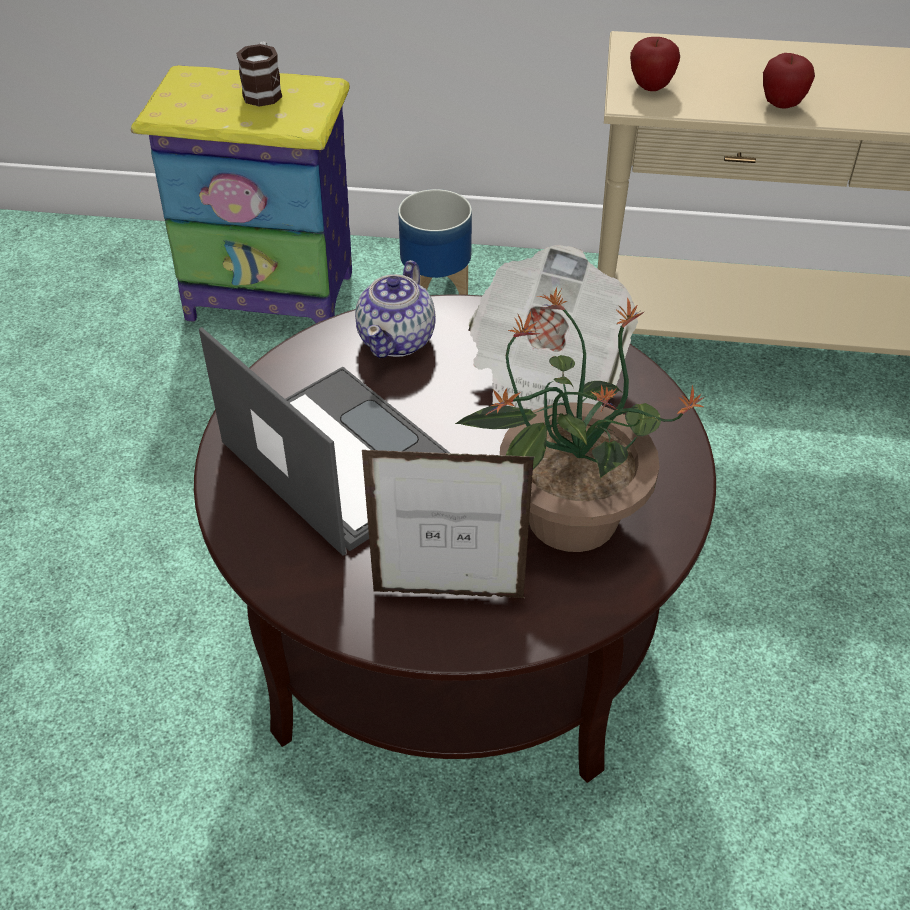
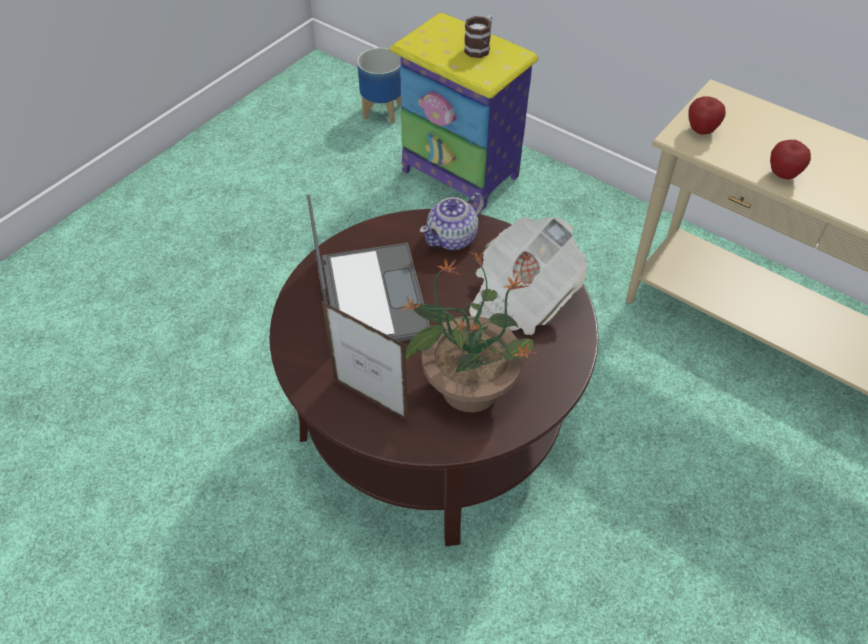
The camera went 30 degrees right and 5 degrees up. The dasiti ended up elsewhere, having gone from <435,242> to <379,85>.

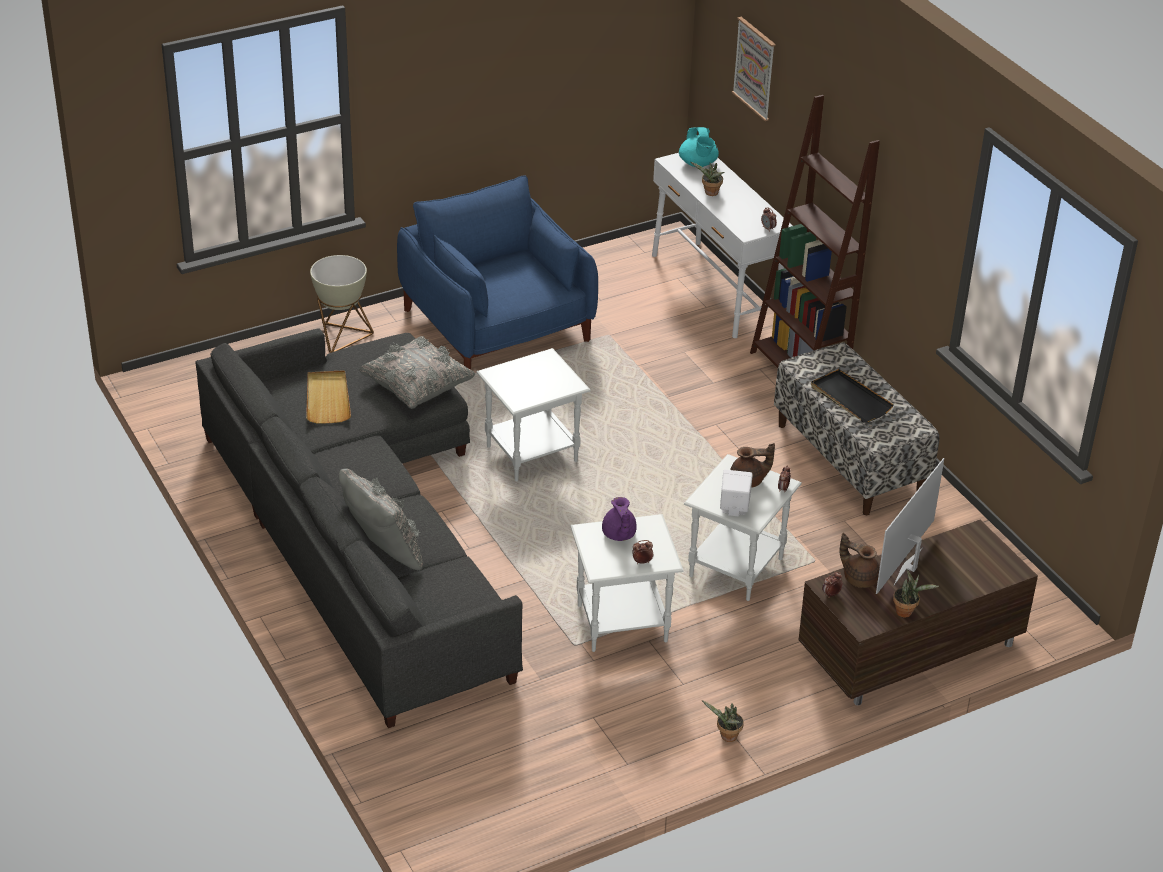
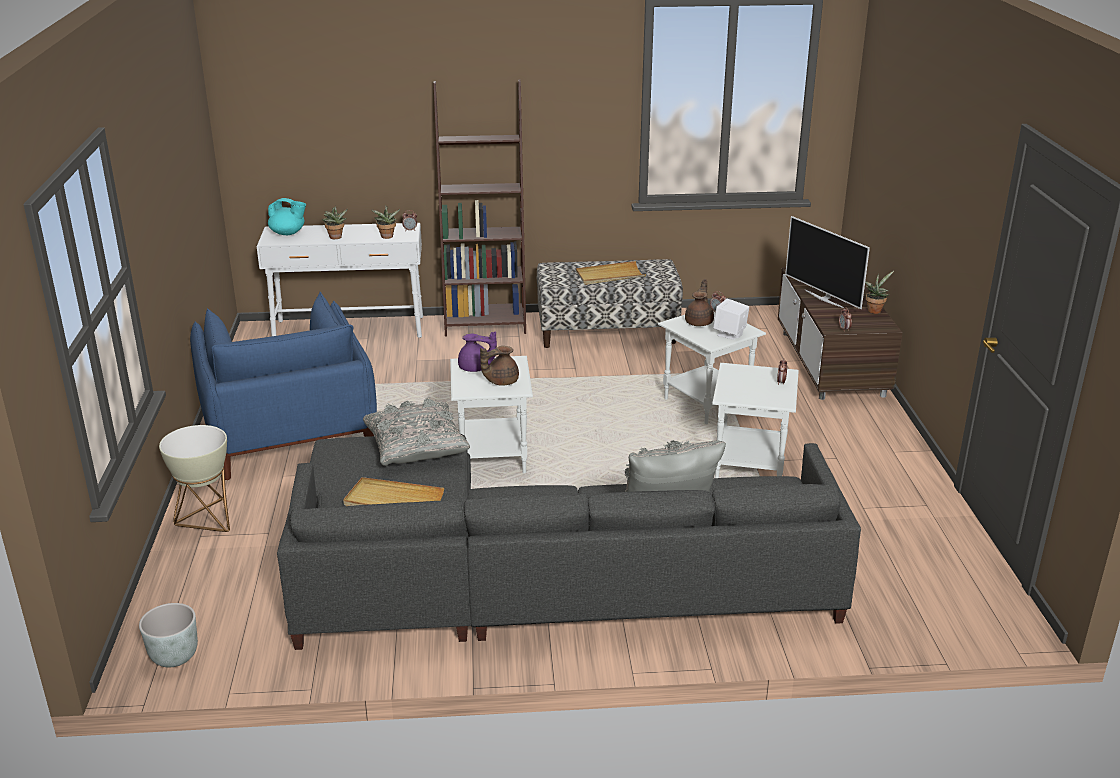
The camera went 65 degrees left and 10 degrees down. The second view lost the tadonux at <754,69>. The second view gained the dasiti (grey) at <168,635>. The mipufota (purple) ended up elsewhere, having gone from <619,519> to <477,351>. The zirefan ended up elsewhere, having gone from <723,721> to <386,222>. The mipufota (brown) ended up elsewhere, having gone from <860,560> to <499,366>. What was the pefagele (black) at <852,395> turned into the pefagele (beige) at <611,273>. The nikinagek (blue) at <497,272> ended up facing another way, 105 degrees counterclockwise from before.

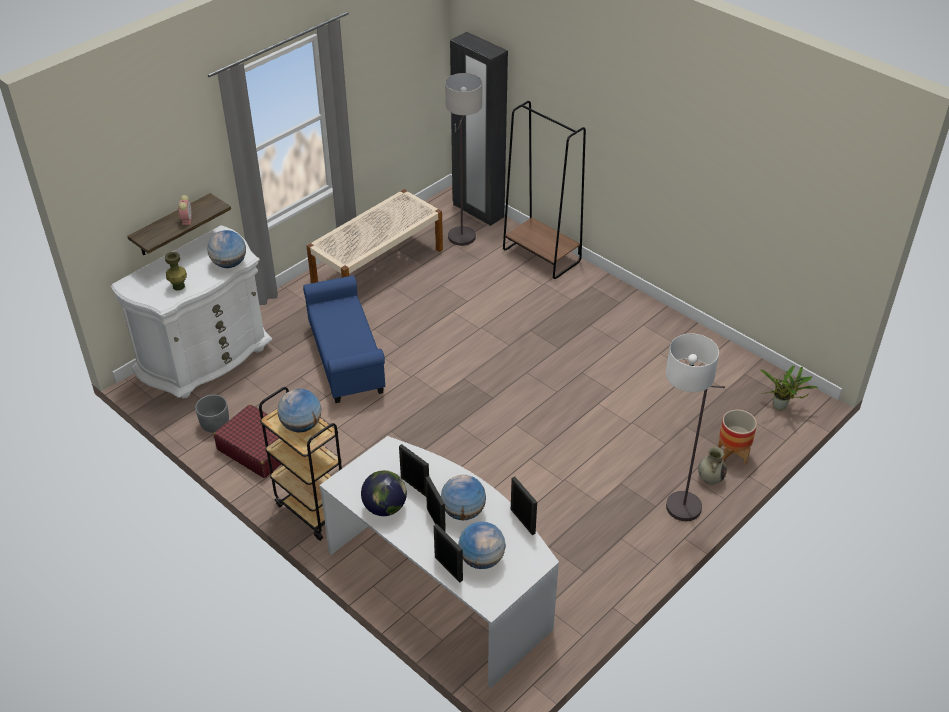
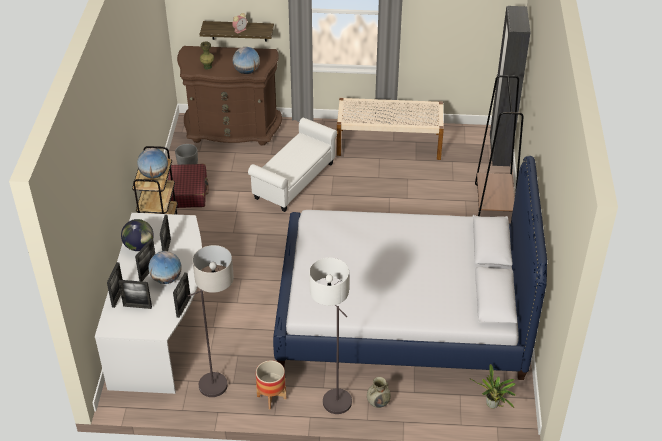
The camera went 50 degrees right and 0 degrees up. The second view gained the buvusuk at <410,268>. The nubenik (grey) ended up elsewhere, having gone from <463,159> to <211,321>. The dasiti ended up elsewhere, having gone from <737,437> to <271,385>. Where the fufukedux stood at <482,545>, the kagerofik came to stand at <135,294>. What was the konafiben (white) at <191,312> turned into the konafiben (brown) at <229,96>. What was the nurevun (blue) at <344,339> turned into the nurevun (white) at <292,165>.

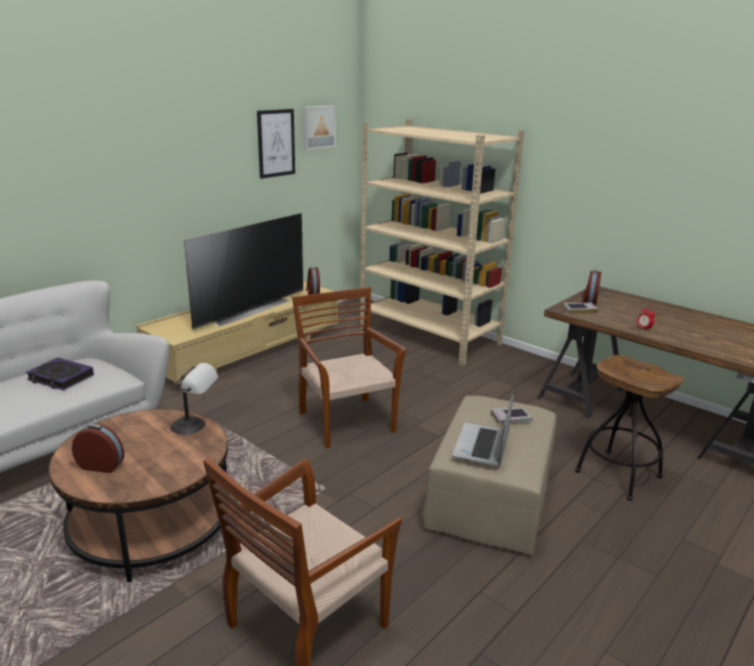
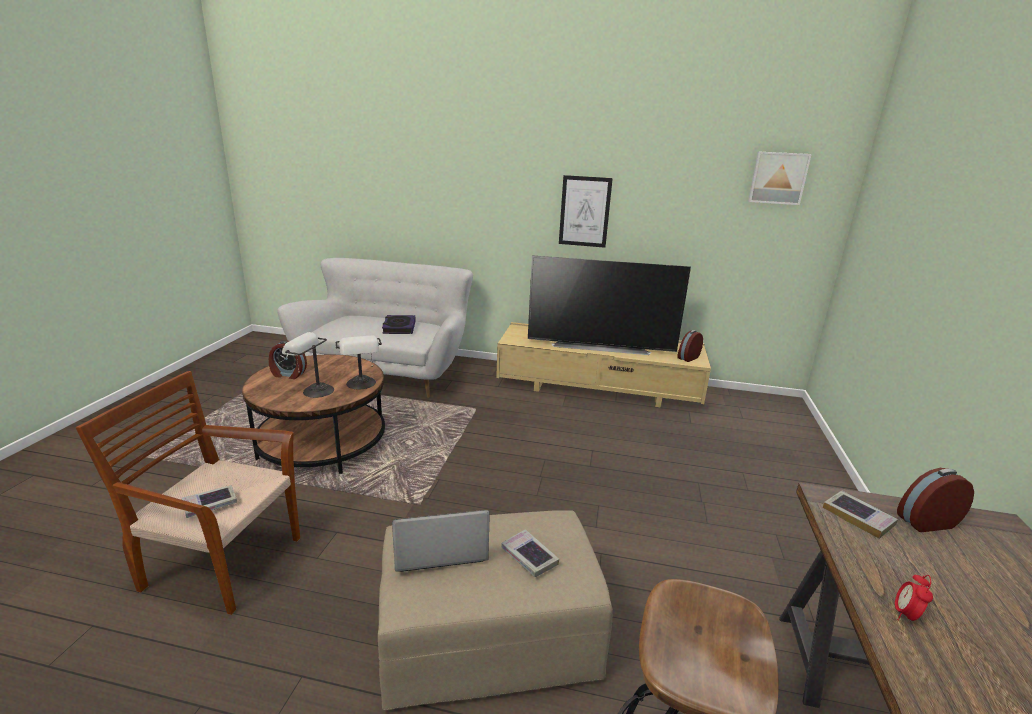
The camera went 60 degrees right and 0 degrees up. The second view lost the nikinagek (brown) at <349,367>. The second view lost the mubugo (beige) at <442,242>. The second view gained the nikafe at <209,501>. The second view gained the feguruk at <308,365>. The tadonux ended up elsewhere, having gone from <276,144> to <586,211>. The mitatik at <98,448> ended up facing another way, 120 degrees clockwise from before.

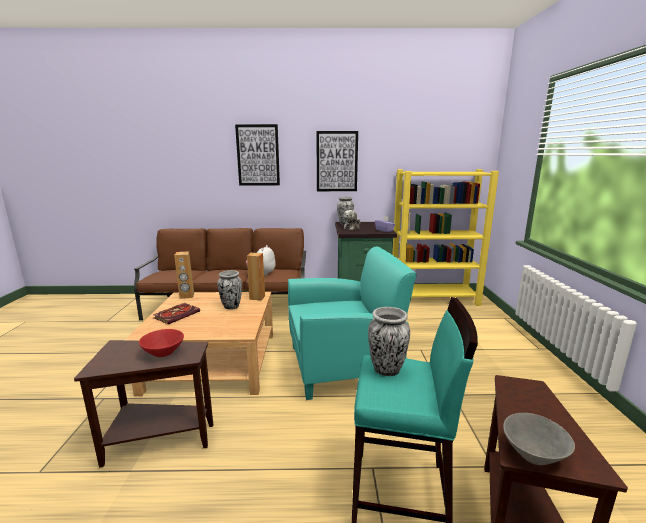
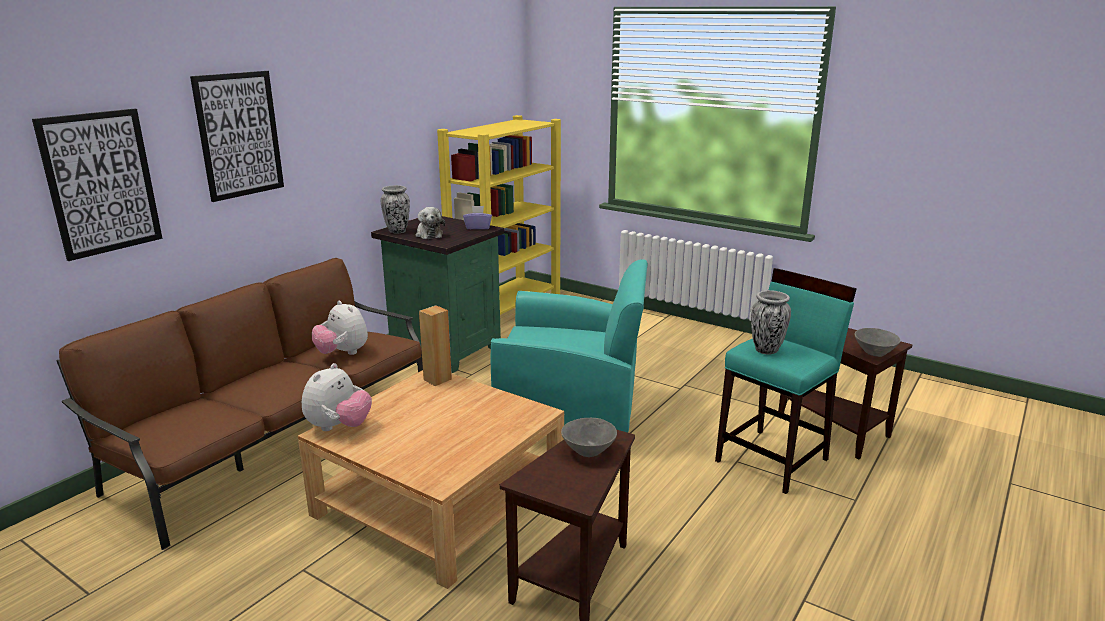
The camera went 55 degrees left and 5 degrees up. The second view lost the nikafe at <176,313>. The second view lost the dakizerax at <229,290>. The tadonux ended up elsewhere, having gone from <337,161> to <97,184>. Where the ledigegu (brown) stood at <184,275>, the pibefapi came to stand at <337,397>. What was the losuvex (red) at <161,343> turned into the losuvex (grey) at <589,437>. The nikinagek (turquoise) at <352,323> ended up facing another way, 75 degrees clockwise from before.

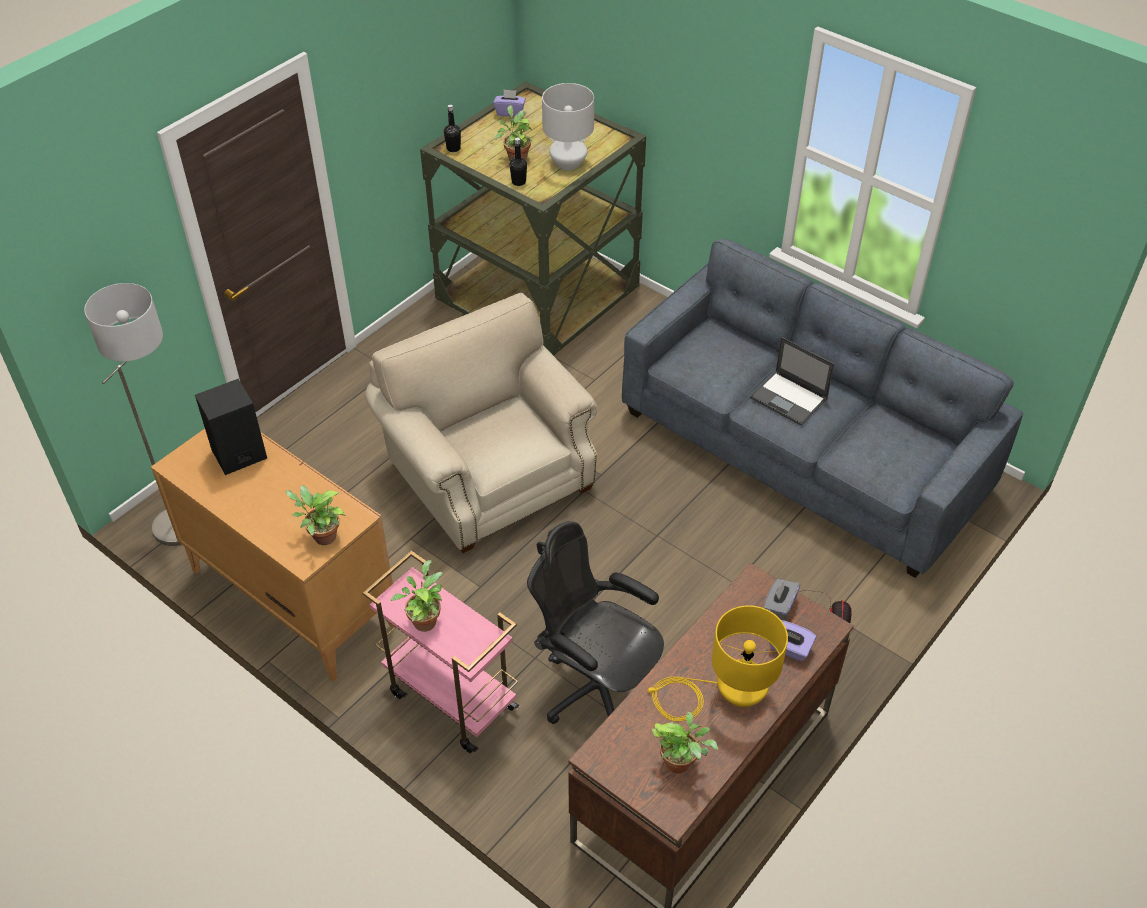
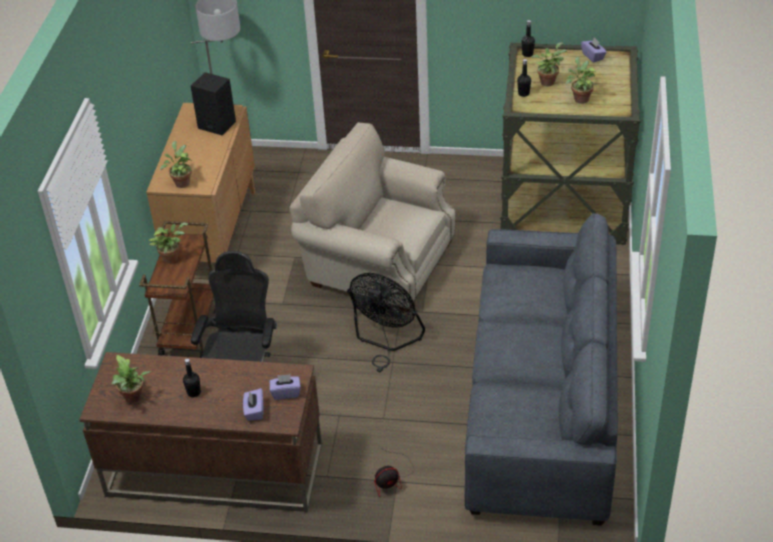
The camera went 60 degrees right and 5 degrees down. The second view lost the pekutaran at <792,381>. The second view gained the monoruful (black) at <386,323>. Where the feguruk (white) stood at <568,126>, the zirefan came to stand at <581,80>. Where the feguruk (yellow) stood at <718,663>, the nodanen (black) came to stand at <192,377>. What was the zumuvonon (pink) at <441,652> turned into the zumuvonon (brown) at <177,289>. What was the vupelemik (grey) at <781,600> turned into the vupelemik (purple) at <285,387>. The nikinagek (beige) at <481,423> ended up facing another way, 90 degrees counterclockwise from before.

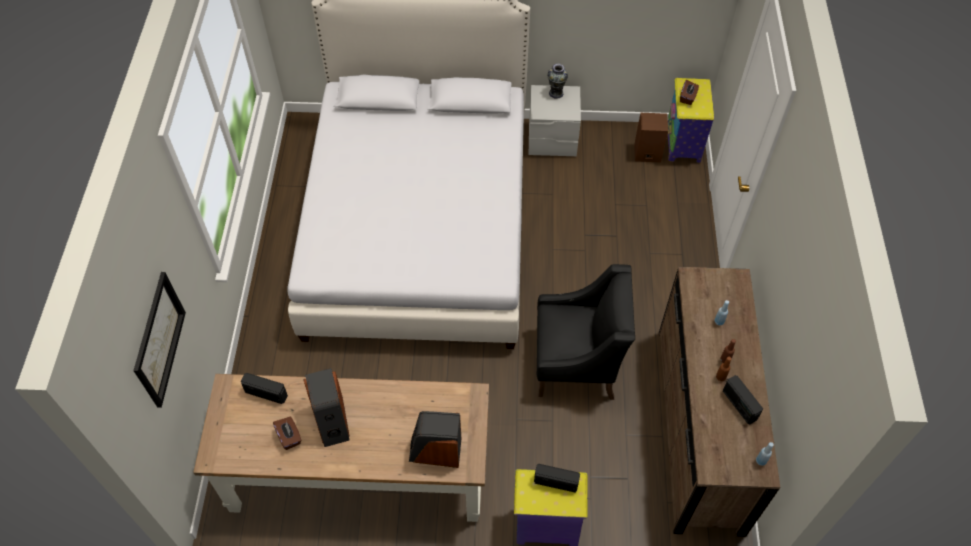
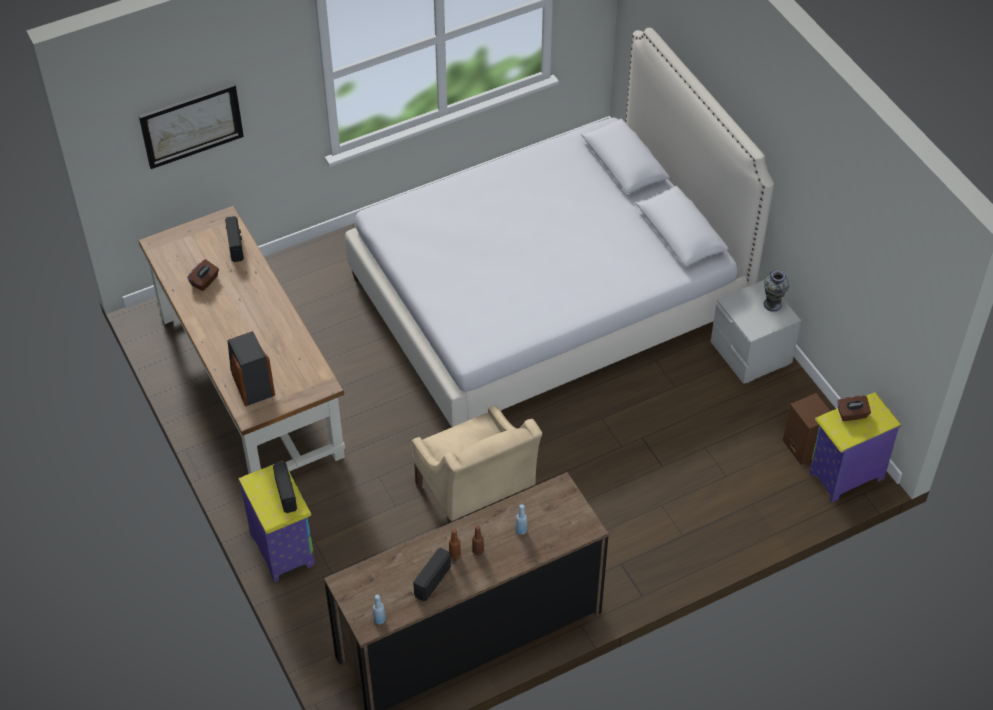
The camera went 60 degrees right and 5 degrees down. The second view lost the ledigegu at <326,407>. What was the nikinagek (black) at <586,332> turned into the nikinagek (beige) at <477,464>.

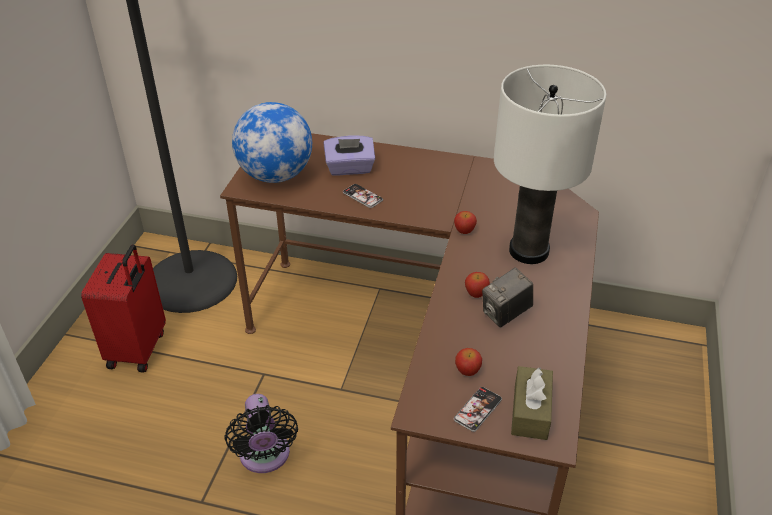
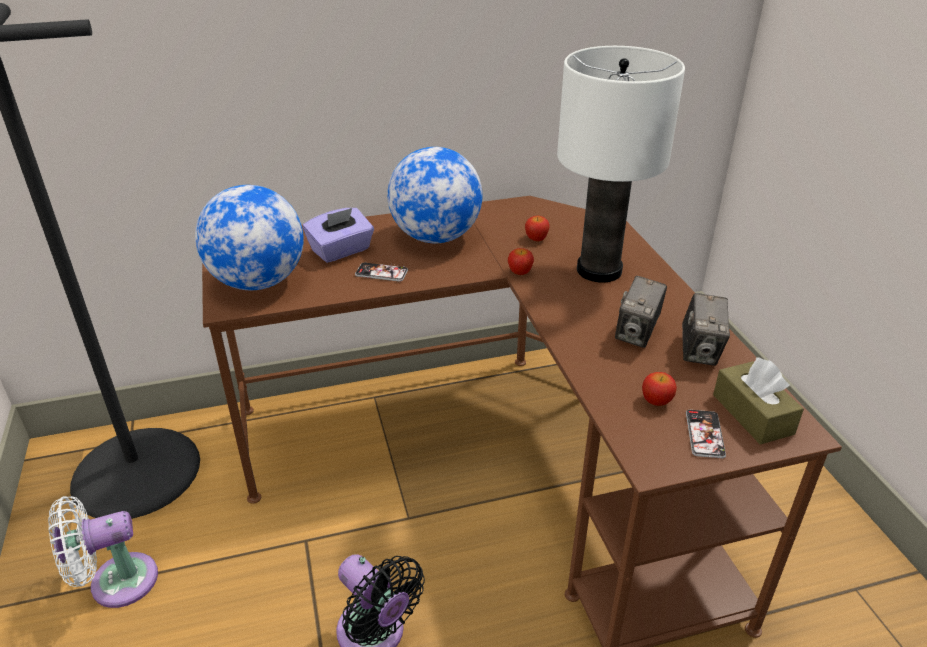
The camera went 30 degrees left and 5 degrees down. The second view gained the fufukedux at <434,195>. The second view gained the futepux at <706,329>. The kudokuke ended up elsewhere, having gone from <477,285> to <537,228>. Where the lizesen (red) stood at <123,308>, the monoruful (white) came to stand at <103,552>.

